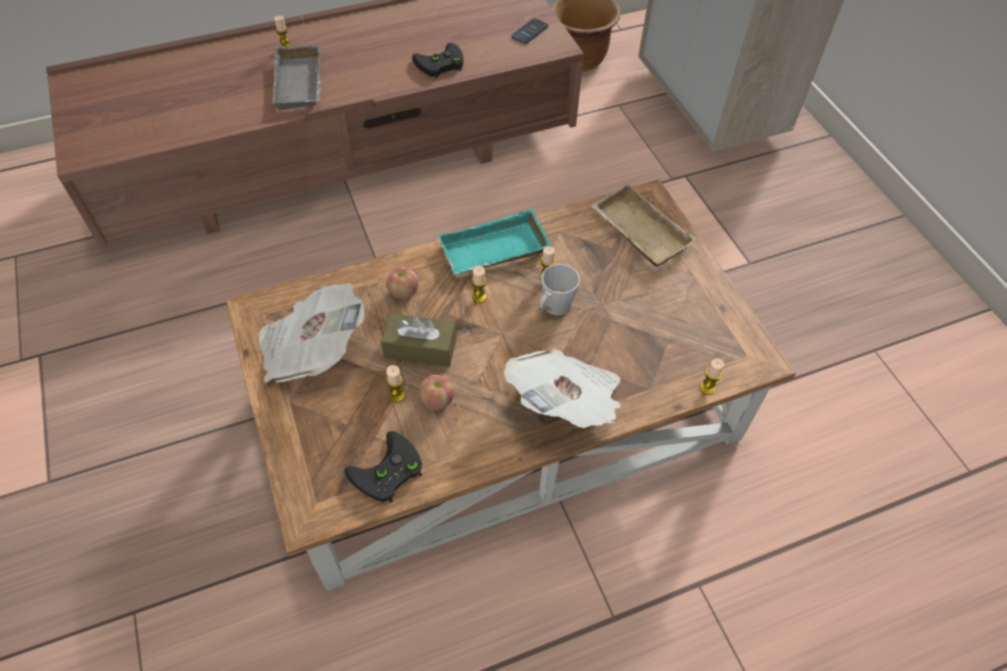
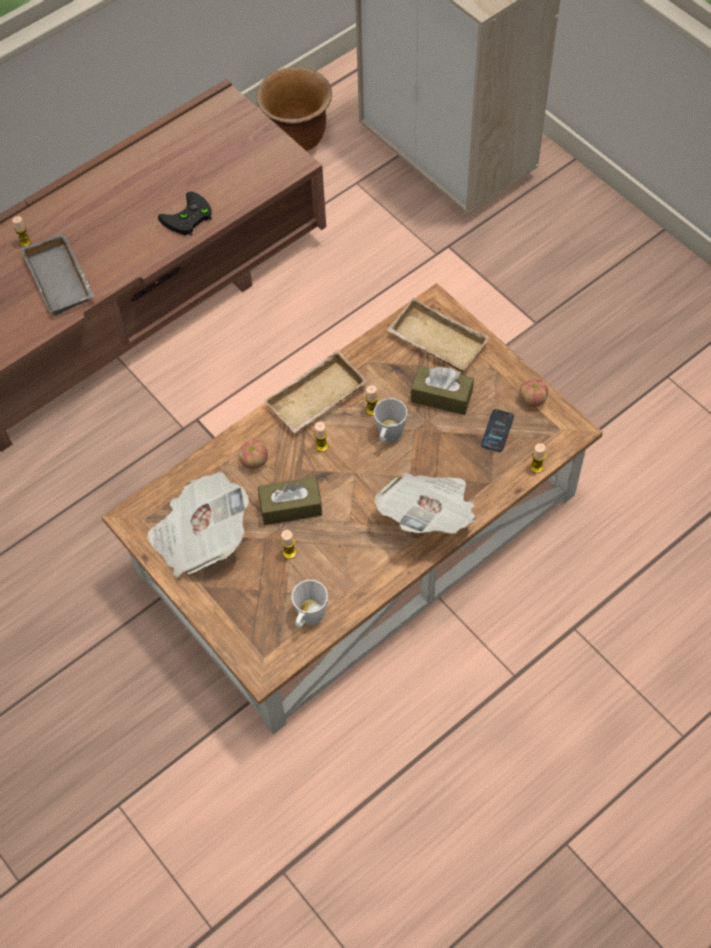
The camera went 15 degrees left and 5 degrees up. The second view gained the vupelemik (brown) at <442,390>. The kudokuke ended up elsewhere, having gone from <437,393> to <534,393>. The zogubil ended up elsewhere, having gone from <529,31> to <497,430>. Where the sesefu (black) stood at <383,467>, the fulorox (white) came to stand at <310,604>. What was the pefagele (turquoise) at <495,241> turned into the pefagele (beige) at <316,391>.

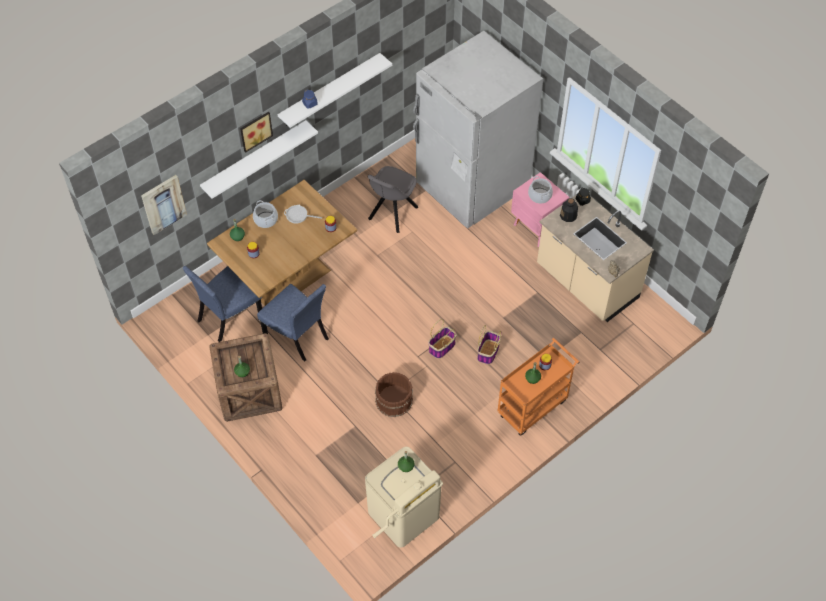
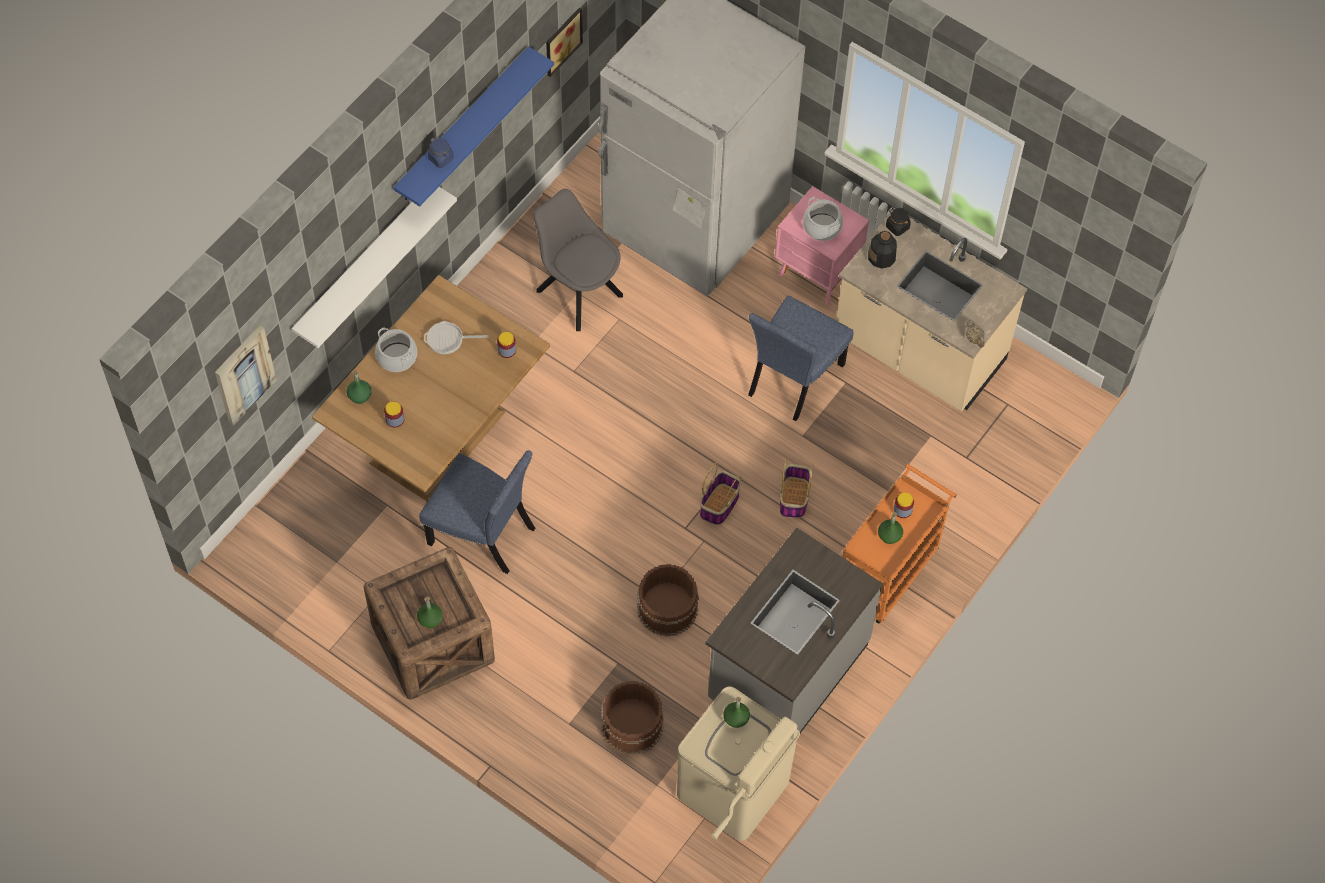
The camera went 15 degrees left and 5 degrees up. The second view gained the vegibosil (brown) at <633,717>. The second view gained the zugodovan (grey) at <794,630>. The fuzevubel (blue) ended up elsewhere, having gone from <222,304> to <800,358>. The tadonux ended up elsewhere, having gone from <256,132> to <564,42>. What was the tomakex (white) at <335,90> turned into the tomakex (blue) at <473,126>. The fuzevubel (grey) at <393,199> ended up facing another way, 120 degrees clockwise from before.

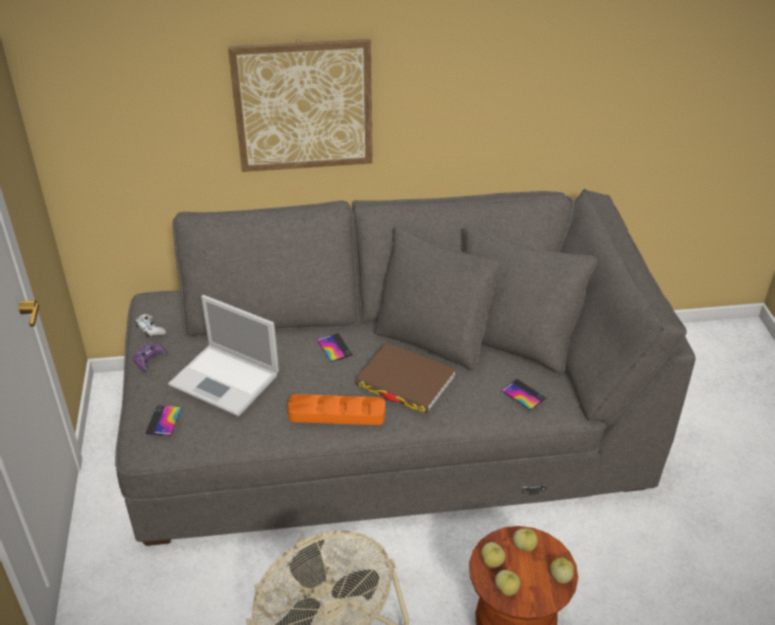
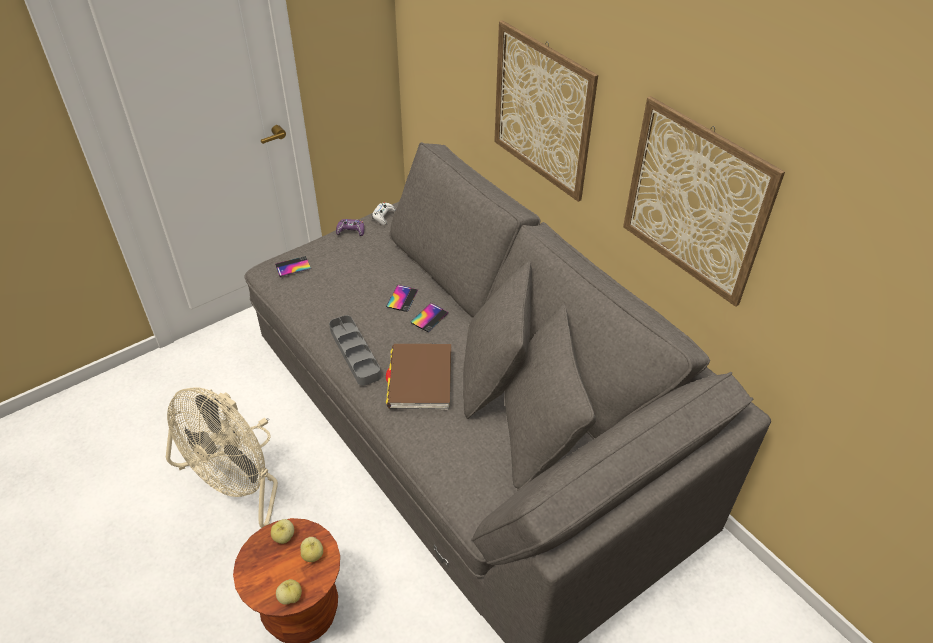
The camera went 60 degrees right and 5 degrees up. The second view lost the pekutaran at <223,355>. The second view lost the kudokuke at <507,583>. The second view gained the tadonux at <704,201>. The zogubil ended up elsewhere, having gone from <523,394> to <402,298>. What was the pefagele (orange) at <336,409> turned into the pefagele (grey) at <355,350>.

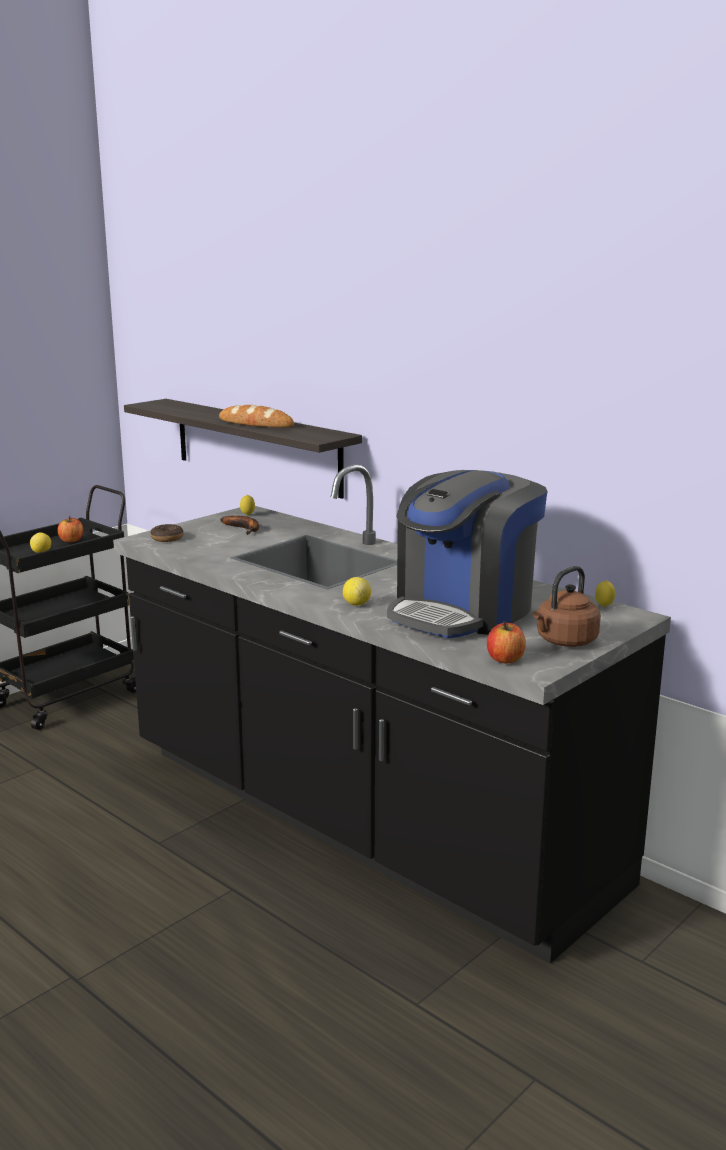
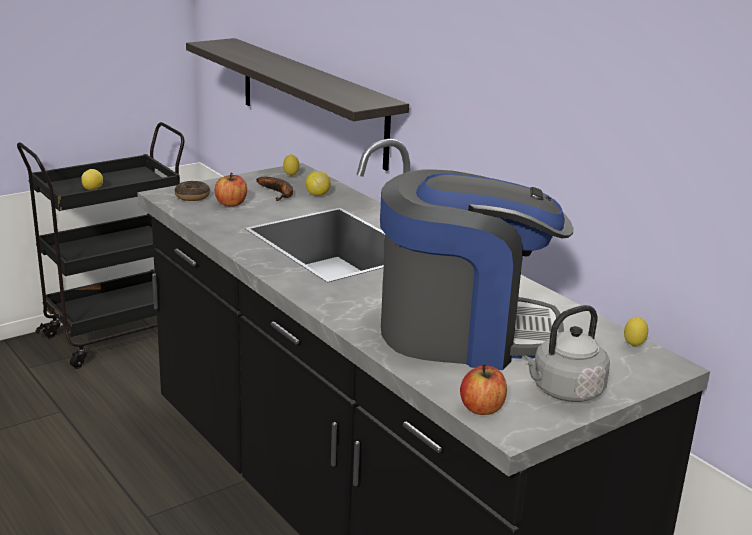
The camera went 10 degrees right and 5 degrees up. The second view lost the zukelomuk at <256,416>. The kudokuke ended up elsewhere, having gone from <70,529> to <231,190>. The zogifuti ended up elsewhere, having gone from <357,591> to <318,183>. What was the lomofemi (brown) at <566,606> turned into the lomofemi (grey) at <566,353>. The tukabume at <467,554> ended up facing another way, 135 degrees counterclockwise from before.

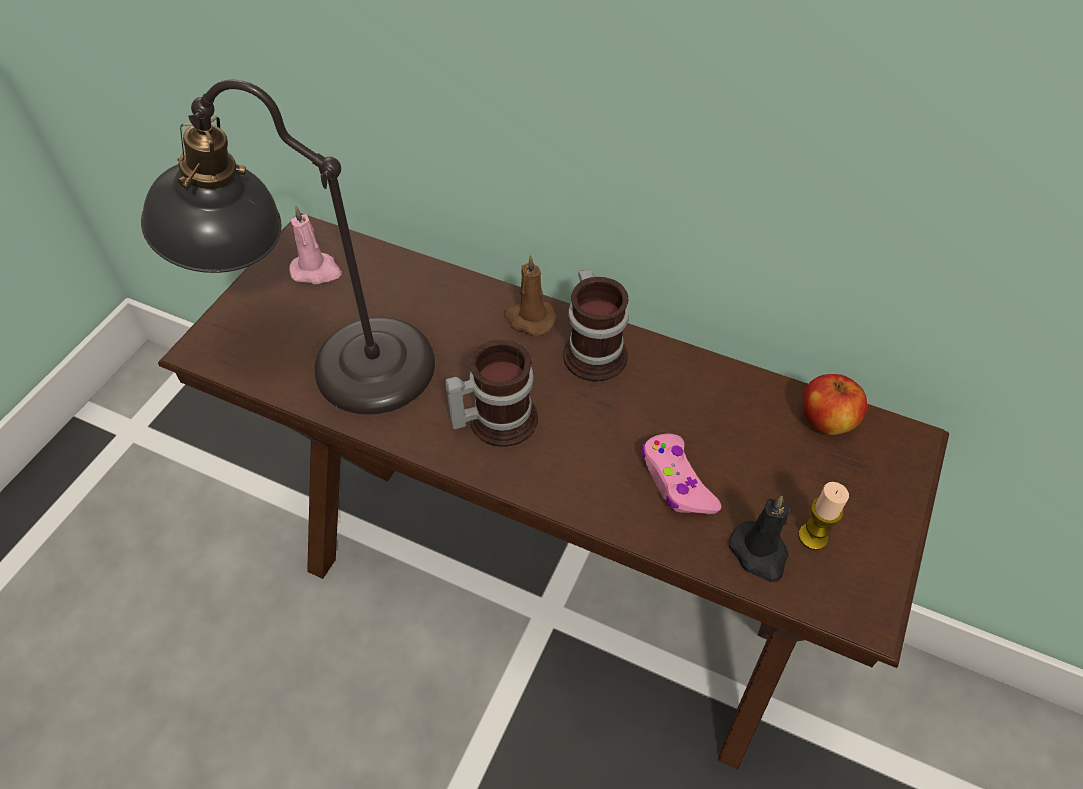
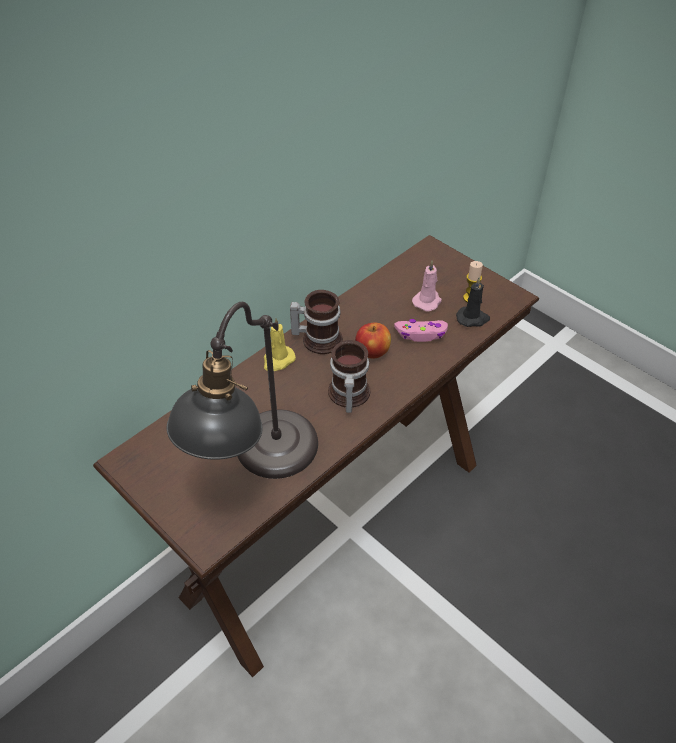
The camera went 70 degrees left and 5 degrees down. The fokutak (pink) ended up elsewhere, having gone from <315,244> to <427,286>. The kudokuke ended up elsewhere, having gone from <835,404> to <373,340>. What was the fokutak (brown) at <530,295> turned into the fokutak (yellow) at <280,344>.

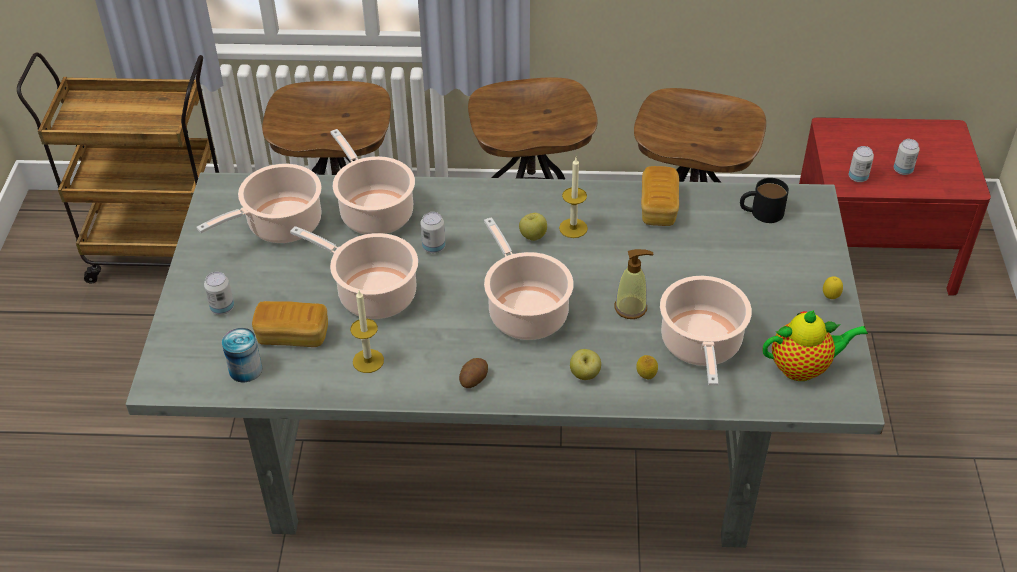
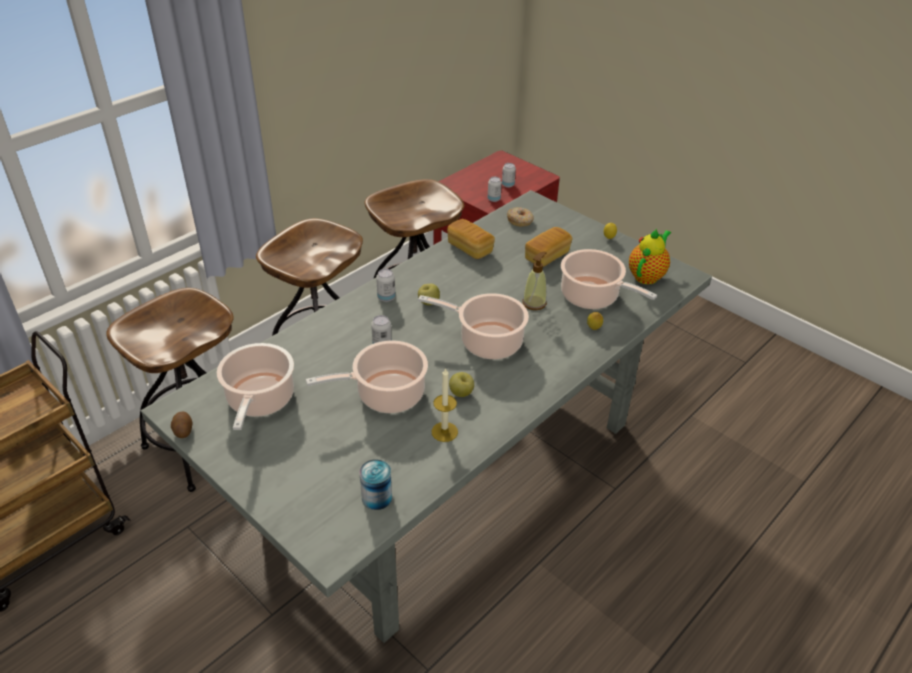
The camera went 50 degrees left and 5 degrees down. The second view lost the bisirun at <372,182>. The second view lost the fokutak at <573,198>. The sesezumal ended up elsewhere, having gone from <219,293> to <385,285>. The zukelomuk ended up elsewhere, having gone from <290,324> to <549,247>. The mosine ended up elsewhere, having gone from <473,373> to <181,424>. The kudokuke ended up elsewhere, having gone from <585,364> to <461,384>. Where the fulorox (black) stood at <764,200>, the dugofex came to stand at <520,217>.

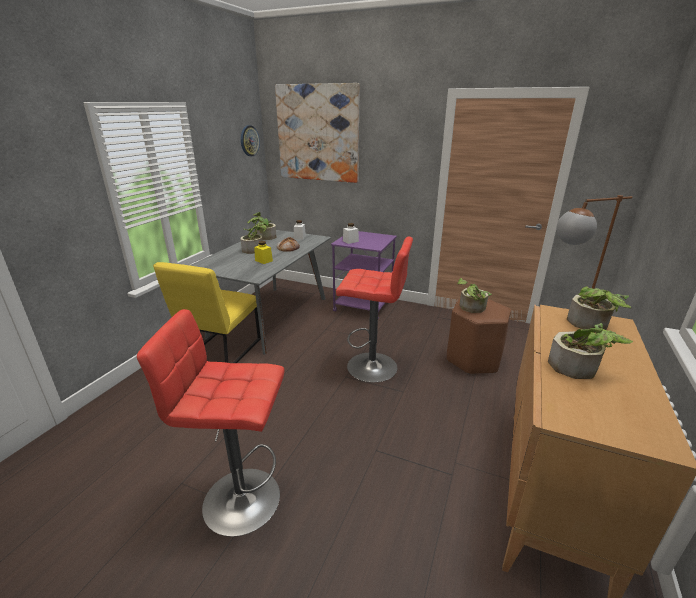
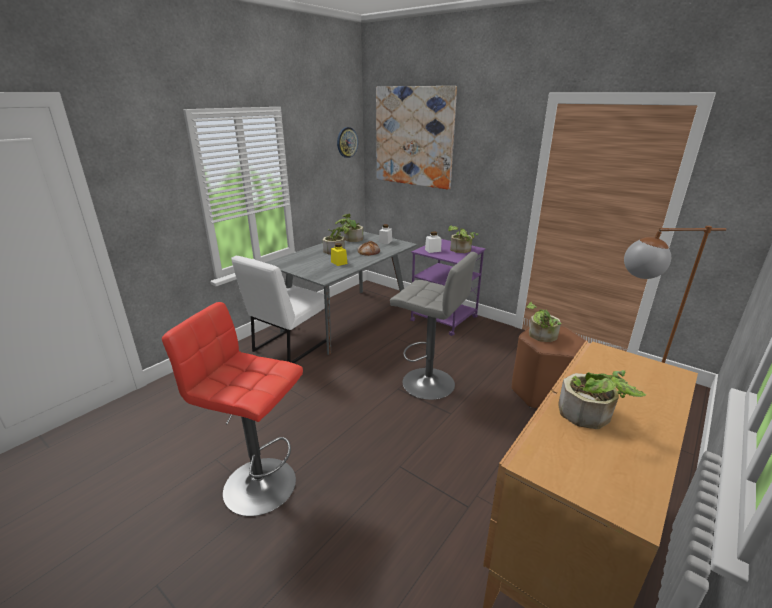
The camera went 15 degrees right and 0 degrees up. The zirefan ended up elsewhere, having gone from <599,308> to <463,239>. What was the fuzevubel (yellow) at <207,312> turned into the fuzevubel (white) at <278,309>. What was the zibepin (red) at <374,309> turned into the zibepin (grey) at <434,326>.

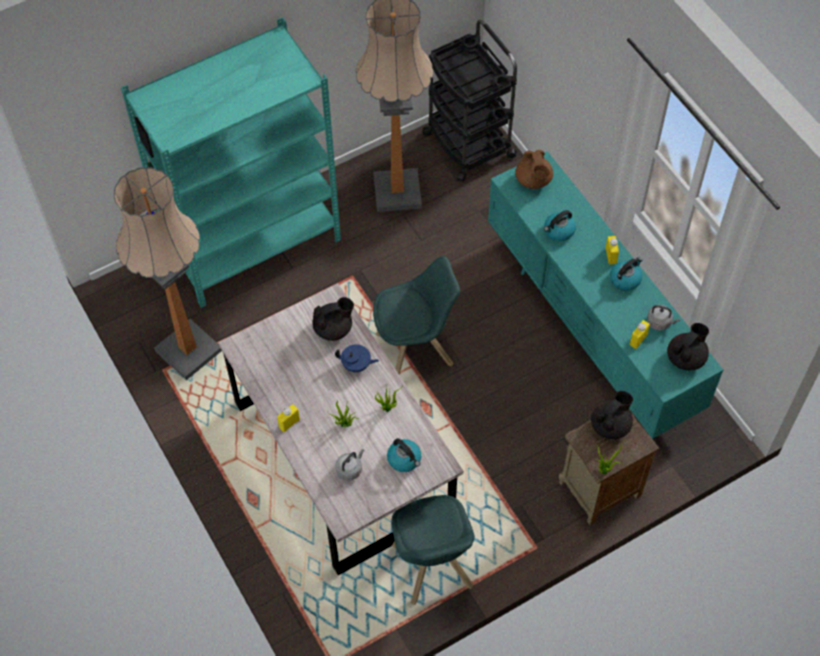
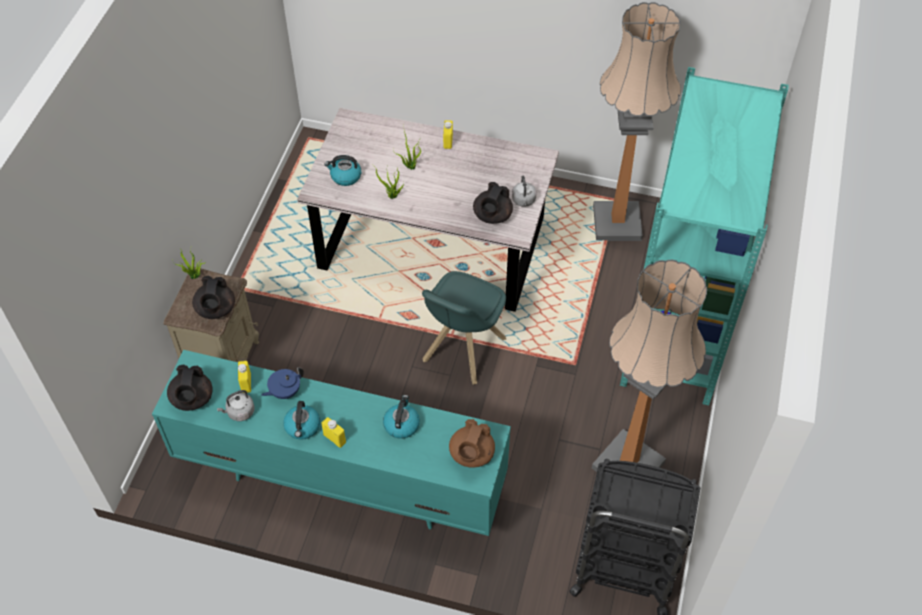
The camera went 135 degrees right and 5 degrees down. The second view lost the fuzevubel (turquoise) at <433,550>. The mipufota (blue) ended up elsewhere, having gone from <357,358> to <282,383>. The lomofemi (grey) ended up elsewhere, having gone from <349,465> to <524,191>. The mipufota (brown) at <534,169> ended up facing another way, 105 degrees counterclockwise from before.

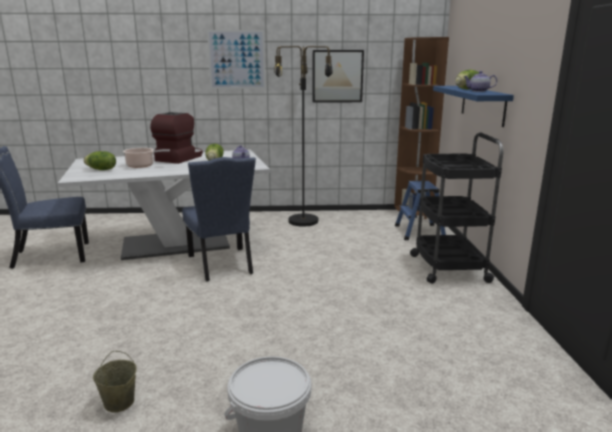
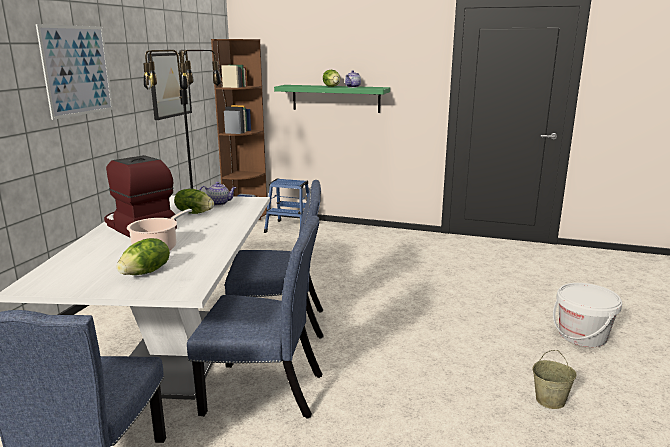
The camera went 70 degrees left and 0 degrees up. The second view lost the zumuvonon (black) at <456,208>. The second view gained the fuzevubel (blue) at <254,317>. What was the tomakex (blue) at <473,106> turned into the tomakex (green) at <332,99>.

